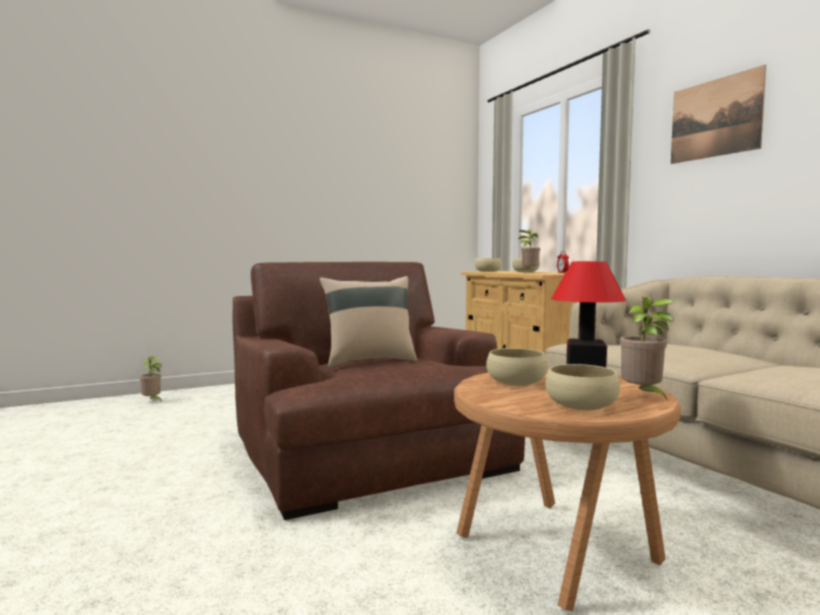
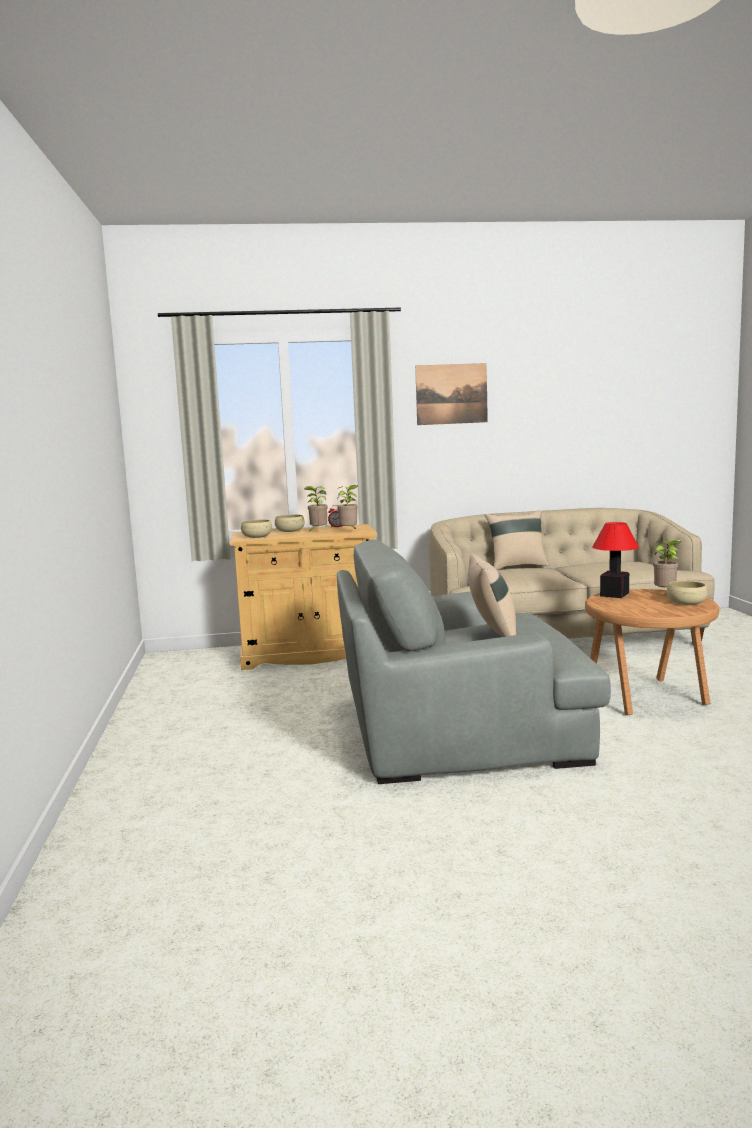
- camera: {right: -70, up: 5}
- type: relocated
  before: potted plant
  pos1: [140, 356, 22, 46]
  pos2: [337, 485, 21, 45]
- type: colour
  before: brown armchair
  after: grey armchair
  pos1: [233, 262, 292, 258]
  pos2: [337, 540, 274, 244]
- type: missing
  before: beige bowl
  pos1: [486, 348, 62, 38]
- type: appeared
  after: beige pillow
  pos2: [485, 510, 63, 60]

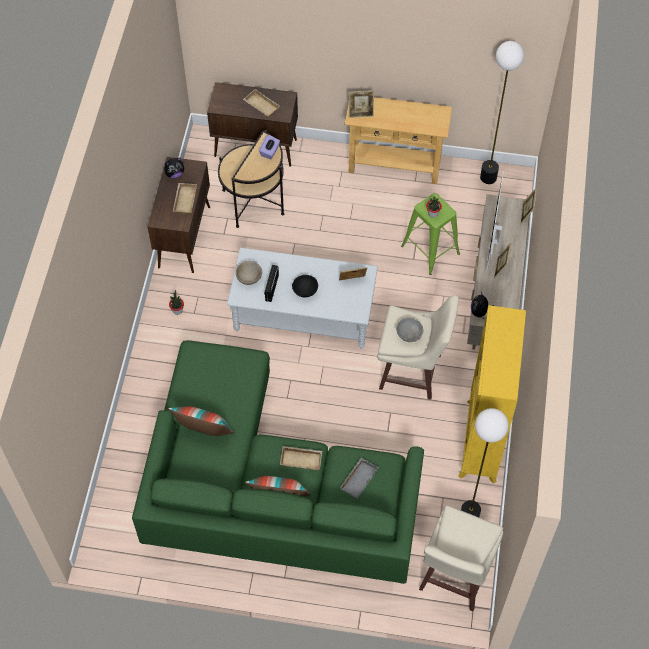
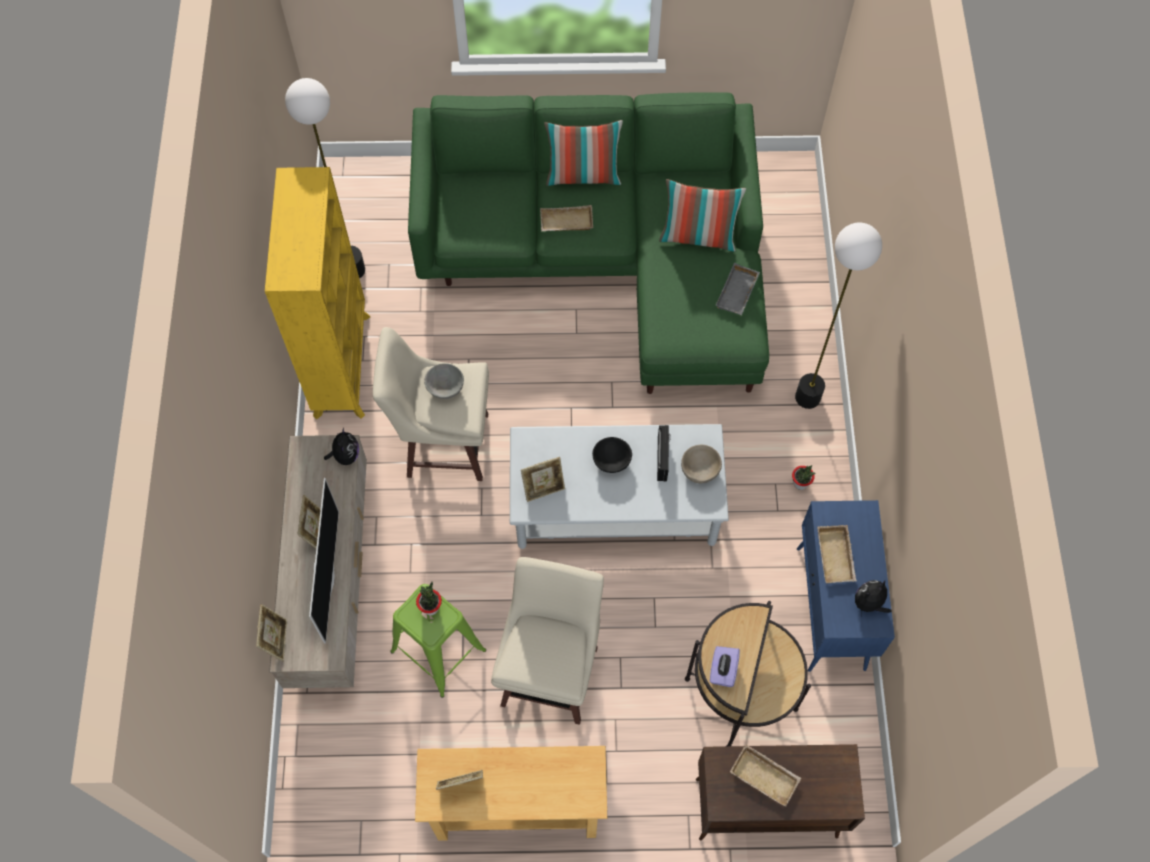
- camera: {right: 170, up: 5}
- type: colour
  before: brown cabinet
  after: blue cabinet
  pos1: [147, 157, 63, 116]
  pos2: [797, 500, 98, 172]
- type: relocated
  before: grey tray
  pos1: [340, 458, 39, 40]
  pos2: [716, 263, 44, 52]
- type: relocated
  before: picture frame
  pos1: [349, 90, 25, 28]
  pos2: [436, 770, 47, 20]
- type: relocated
  before: beige stool
  pos1: [419, 505, 84, 106]
  pos2: [491, 557, 113, 168]
- type: relocated
  before: floor lamp
  pos1: [480, 41, 44, 143]
  pos2: [795, 222, 87, 187]

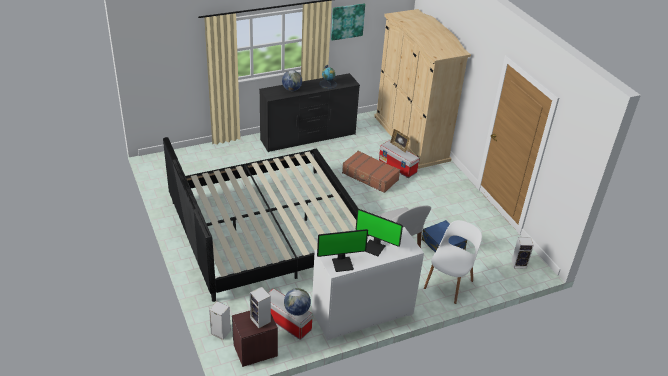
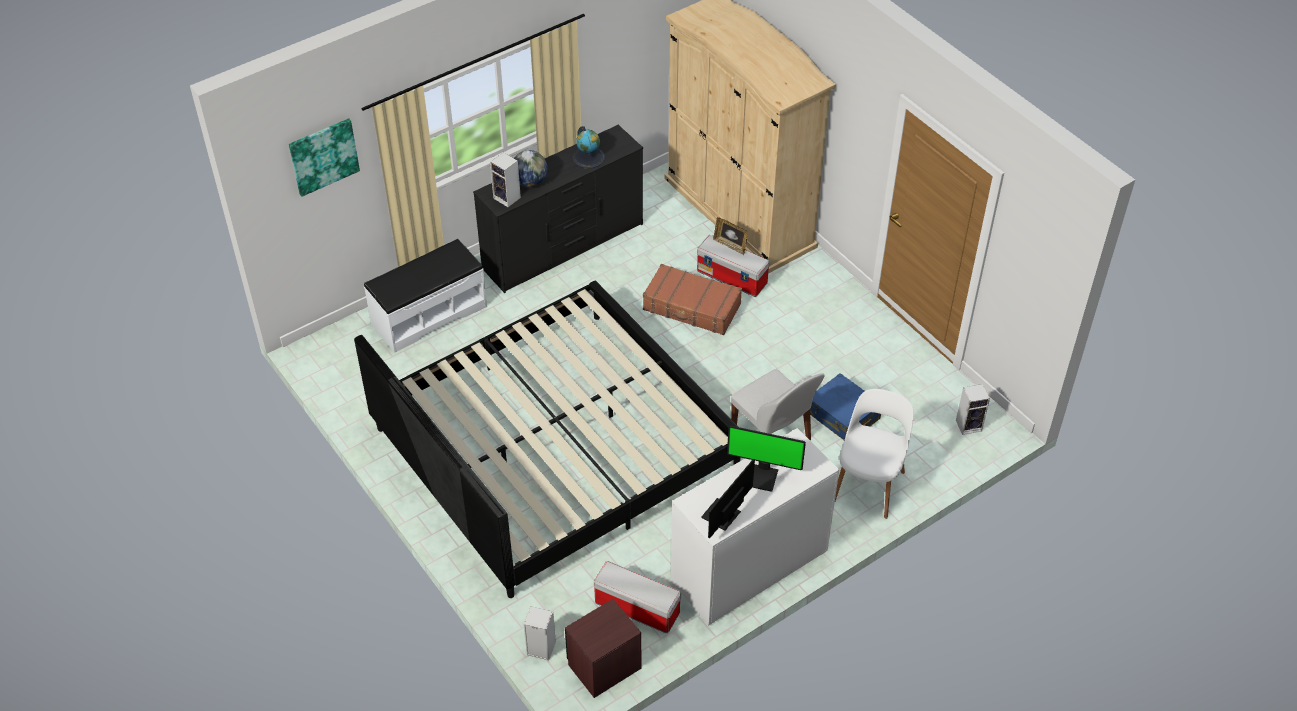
- camera: {right: -10, up: 10}
- type: relocated
  before: speaker
  pos1: [250, 287, 21, 41]
  pos2: [490, 152, 31, 55]
- type: missing
  before: globe
  pos1: [284, 288, 27, 28]
- type: spun
  before: monitor
  pos1: [317, 229, 51, 43]
  pos2: [701, 459, 54, 79]
  turn: 150
- type: relocated
  before: picture
  pos1: [331, 4, 34, 37]
  pos2: [289, 118, 71, 79]
- type: appeared
  after: white bench
  pos2: [364, 239, 123, 114]

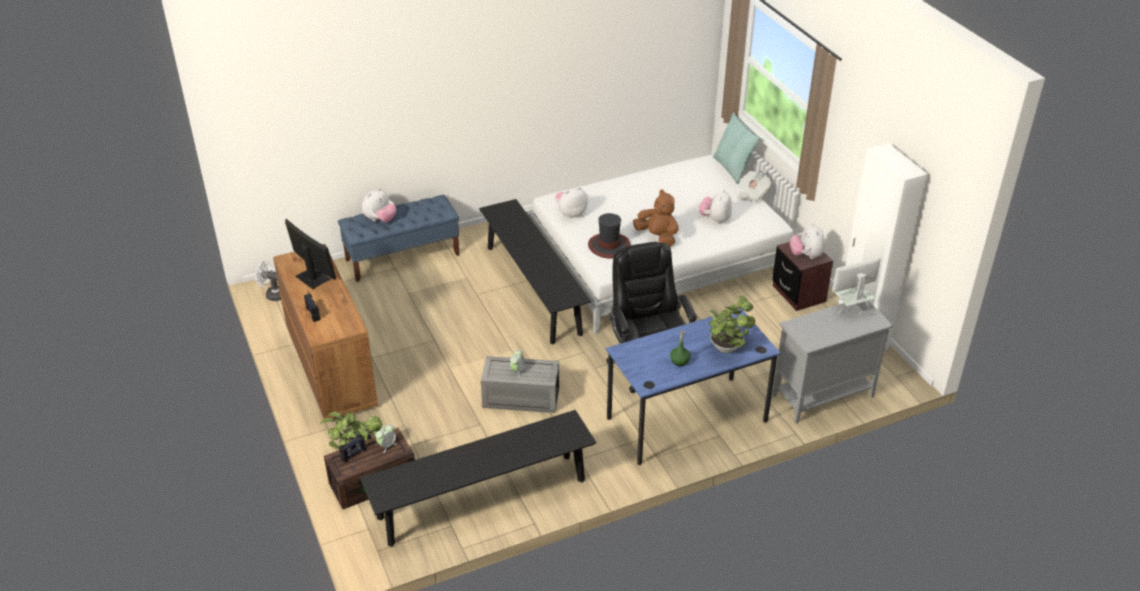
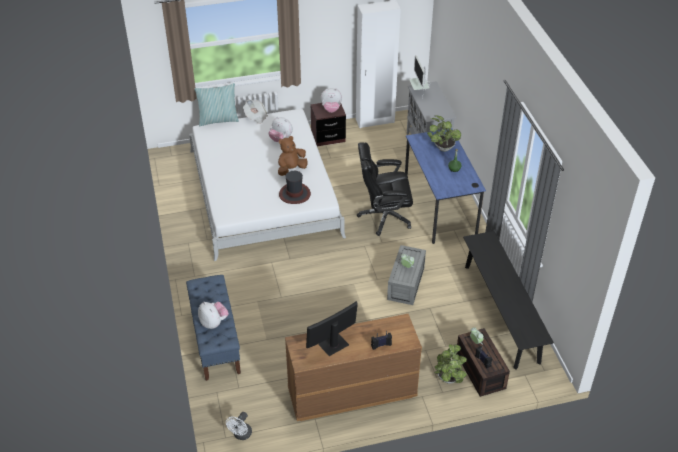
- camera: {right: -80, up: 5}
- type: missing
  before: black bench
  pos1: [479, 199, 112, 146]
- type: missing
  before: plush toy
  pos1: [555, 187, 33, 31]

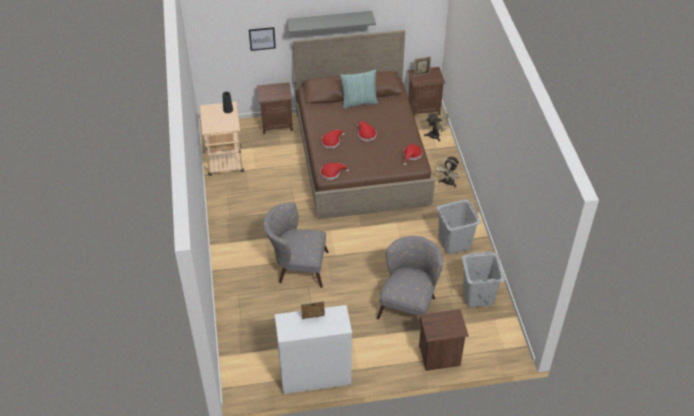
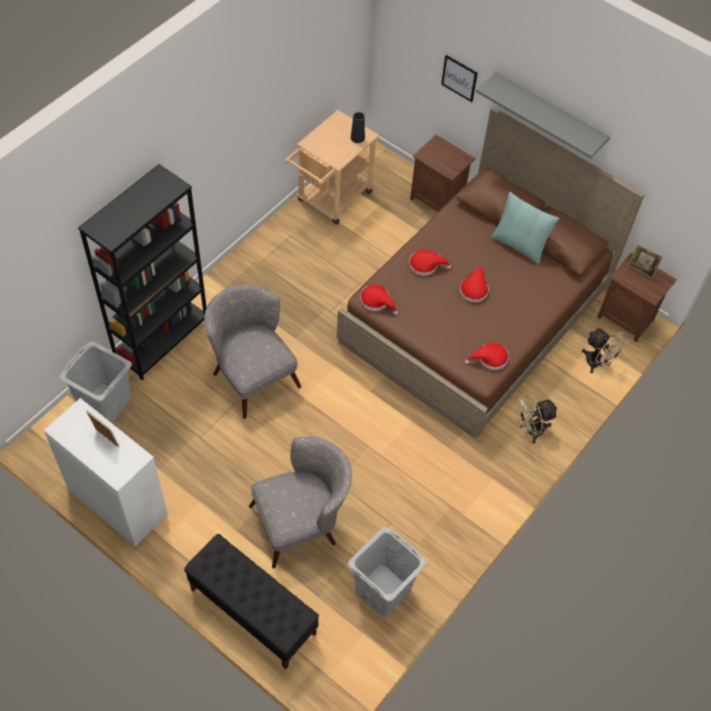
- camera: {right: 45, up: 10}
- type: exchanged
  before: brown nightstand
  after: black bench
  pos1: [419, 309, 50, 62]
  pos2: [184, 534, 135, 136]
- type: relocated
  before: grey laundry basket
  pos1: [436, 199, 45, 56]
  pos2: [59, 342, 73, 81]
- type: appeared
  after: black bookcase
  pos2: [78, 164, 129, 216]

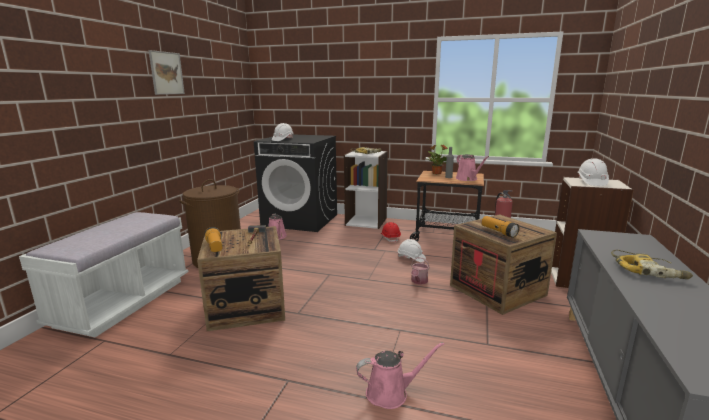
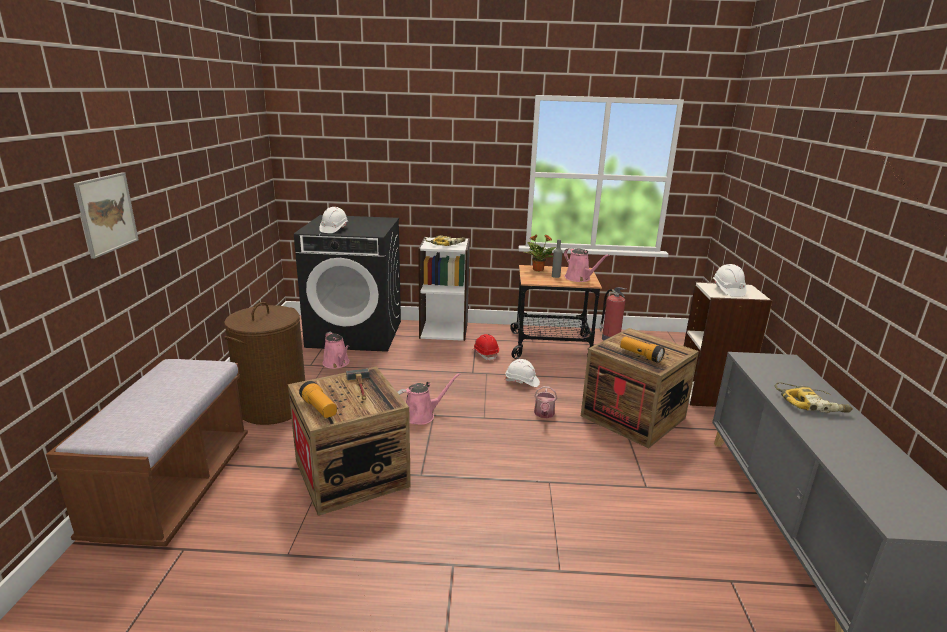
- camera: {right: -15, up: 5}
- type: colour
  before: white bench
  after: brown bench
  pos1: [19, 212, 169, 125]
  pos2: [46, 359, 202, 188]
- type: relocated
  before: picture
  pos1: [149, 50, 36, 45]
  pos2: [74, 172, 65, 87]
- type: relocated
  before: pink watering can
  pos1: [356, 342, 88, 67]
  pos2: [397, 373, 63, 52]

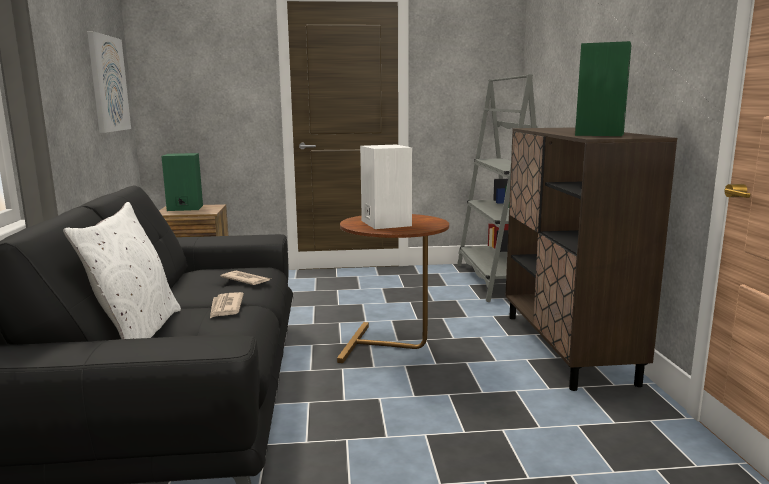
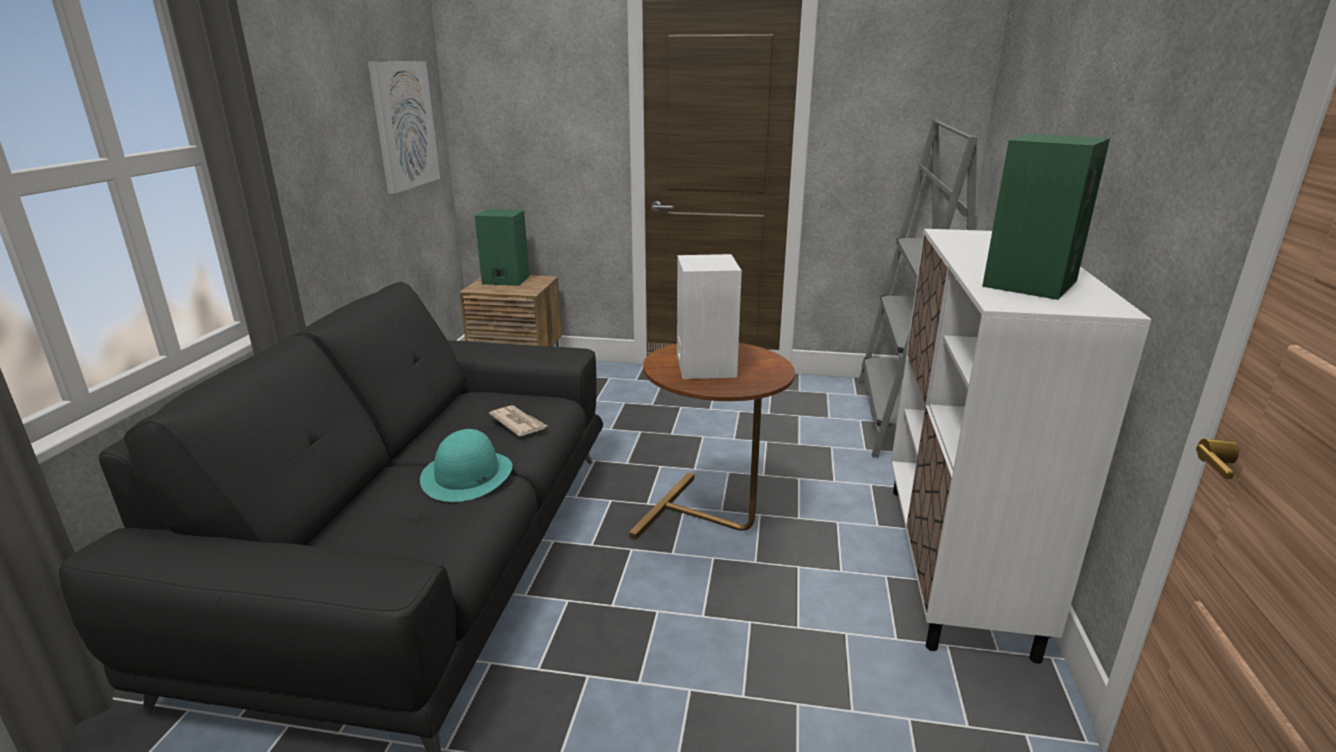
- camera: {right: 15, up: 10}
- type: missing
  before: white pillow
  pos1: [63, 202, 118, 137]
- type: exchanged
  before: newspaper
  after: turquoise hat
  pos1: [210, 292, 34, 26]
  pos2: [420, 429, 93, 73]
- type: colour
  before: brown cabinet
  after: white cabinet
  pos1: [505, 127, 172, 264]
  pos2: [891, 229, 261, 435]

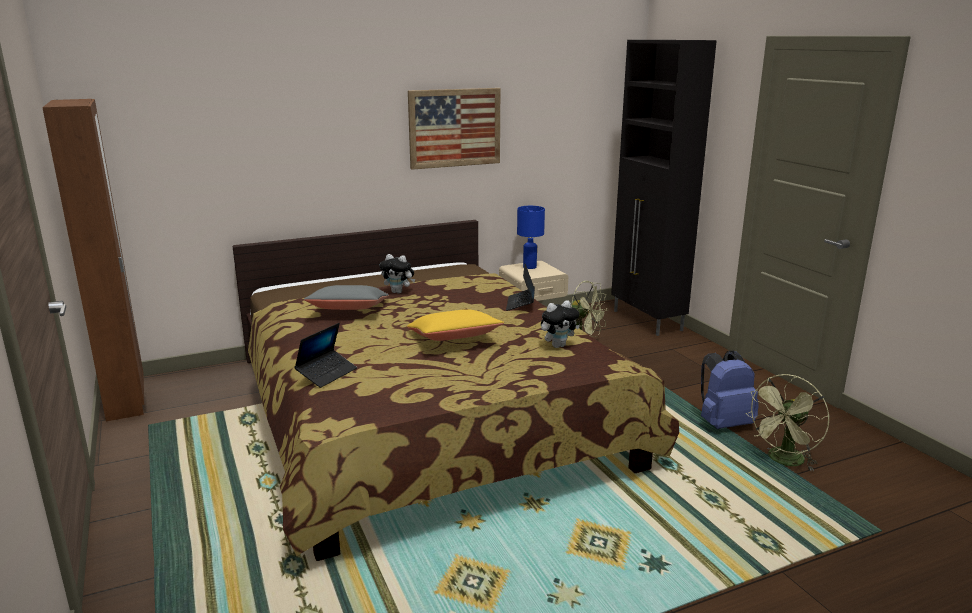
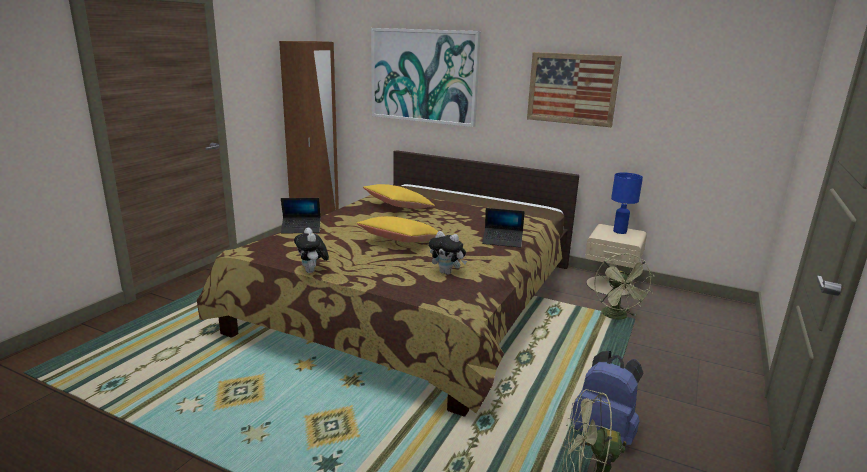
- camera: {right: 50, up: 0}
- type: colour
  before: grey pillow
  after: yellow pillow
  pos1: [304, 285, 85, 25]
  pos2: [363, 184, 72, 25]
- type: relocated
  before: plush toy
  pos1: [379, 254, 36, 39]
  pos2: [294, 228, 35, 45]
- type: spun
  before: laptop
  pos1: [506, 264, 29, 47]
  pos2: [482, 208, 43, 40]
  turn: -135
- type: missing
  before: black cabinet
  pos1: [611, 40, 106, 296]
- type: appeared
  after: picture
  pos2: [371, 28, 110, 99]

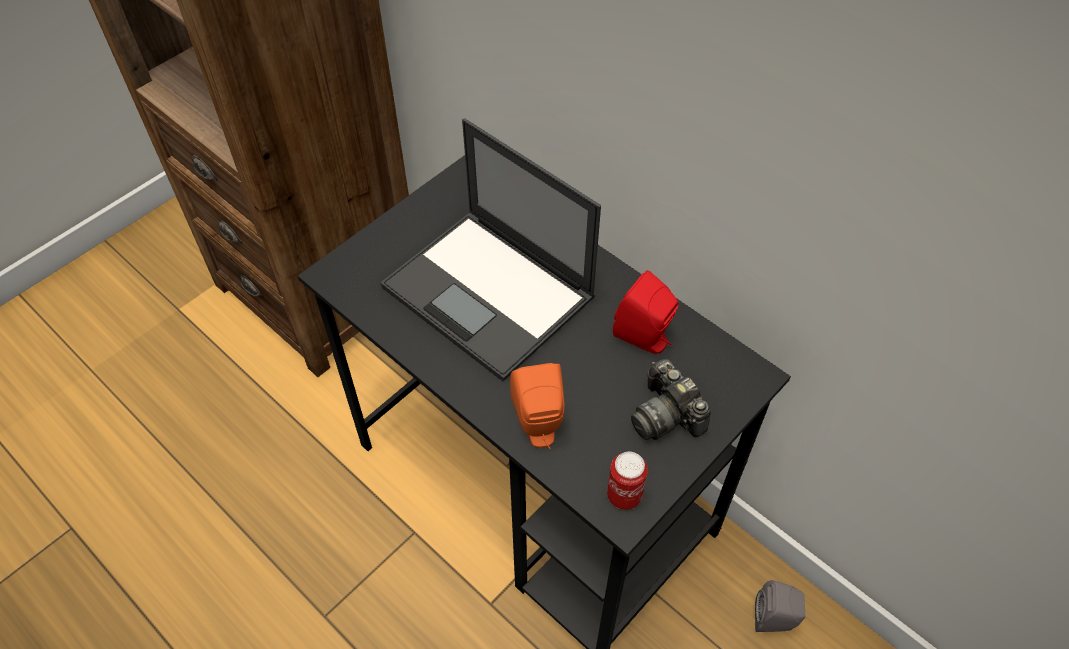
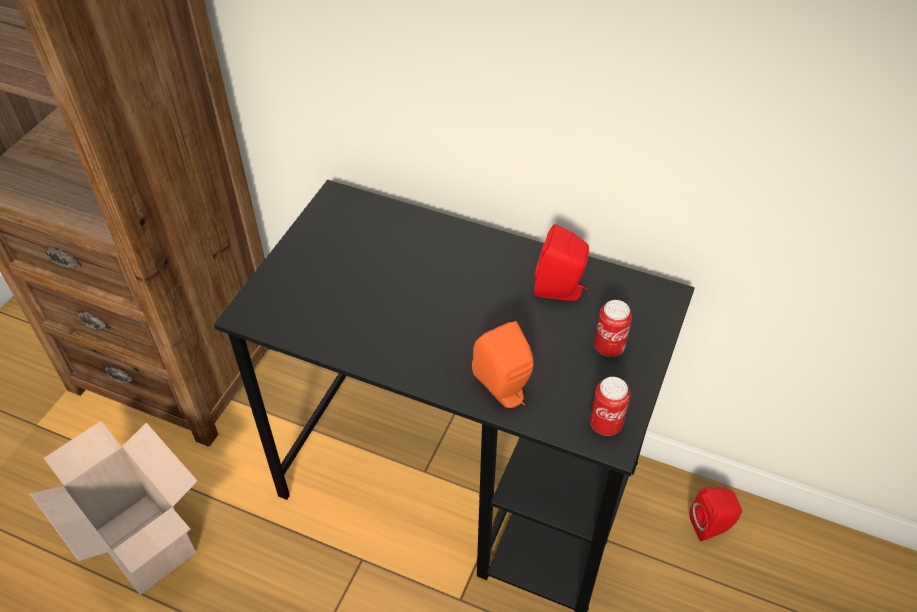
- camera: {right: -20, up: -5}
- type: missing
  before: laptop
  pos1: [381, 119, 220, 262]
- type: exchanged
  before: photo camera
  after: can
  pos1: [631, 359, 80, 81]
  pos2: [594, 300, 38, 57]
- type: colour
  before: grey speaker
  after: red speaker
  pos1: [755, 580, 50, 52]
  pos2: [690, 488, 52, 53]
- type: appeared
  after: cardboard box
  pos2: [30, 421, 168, 174]

